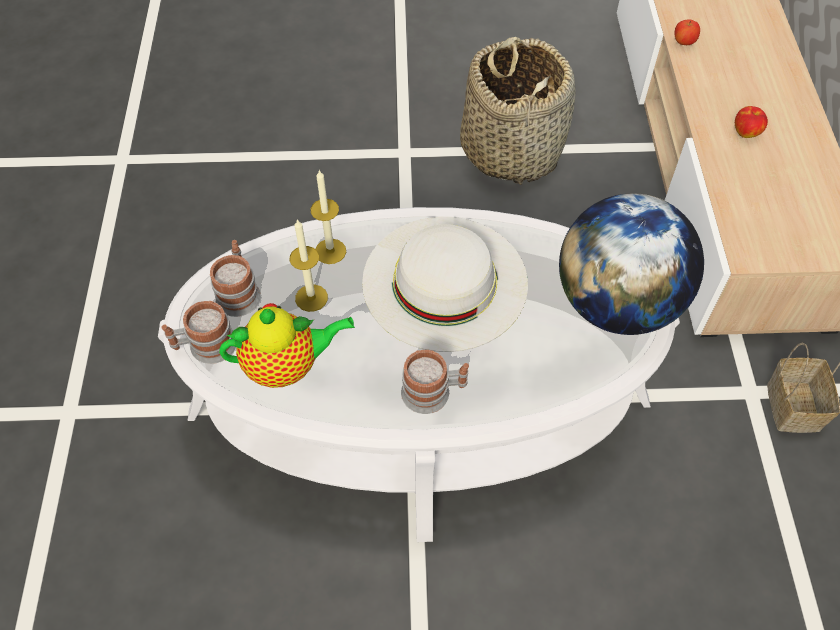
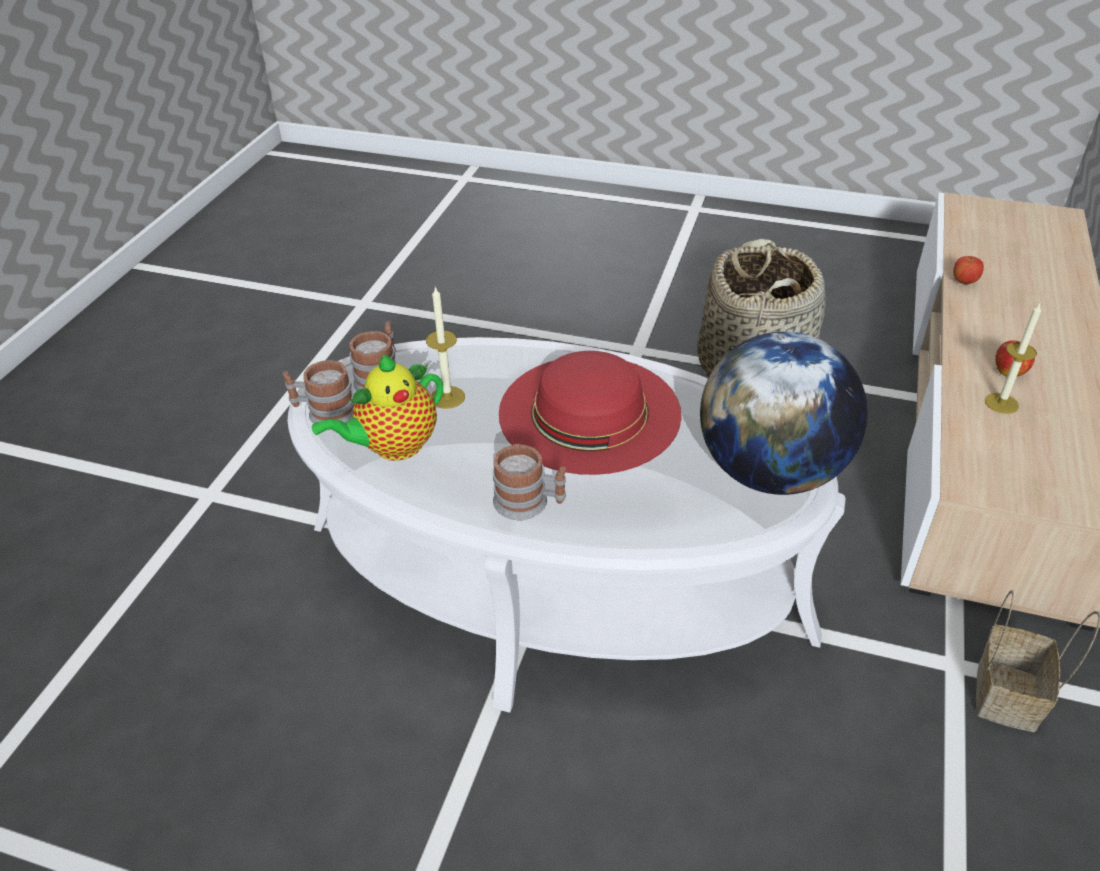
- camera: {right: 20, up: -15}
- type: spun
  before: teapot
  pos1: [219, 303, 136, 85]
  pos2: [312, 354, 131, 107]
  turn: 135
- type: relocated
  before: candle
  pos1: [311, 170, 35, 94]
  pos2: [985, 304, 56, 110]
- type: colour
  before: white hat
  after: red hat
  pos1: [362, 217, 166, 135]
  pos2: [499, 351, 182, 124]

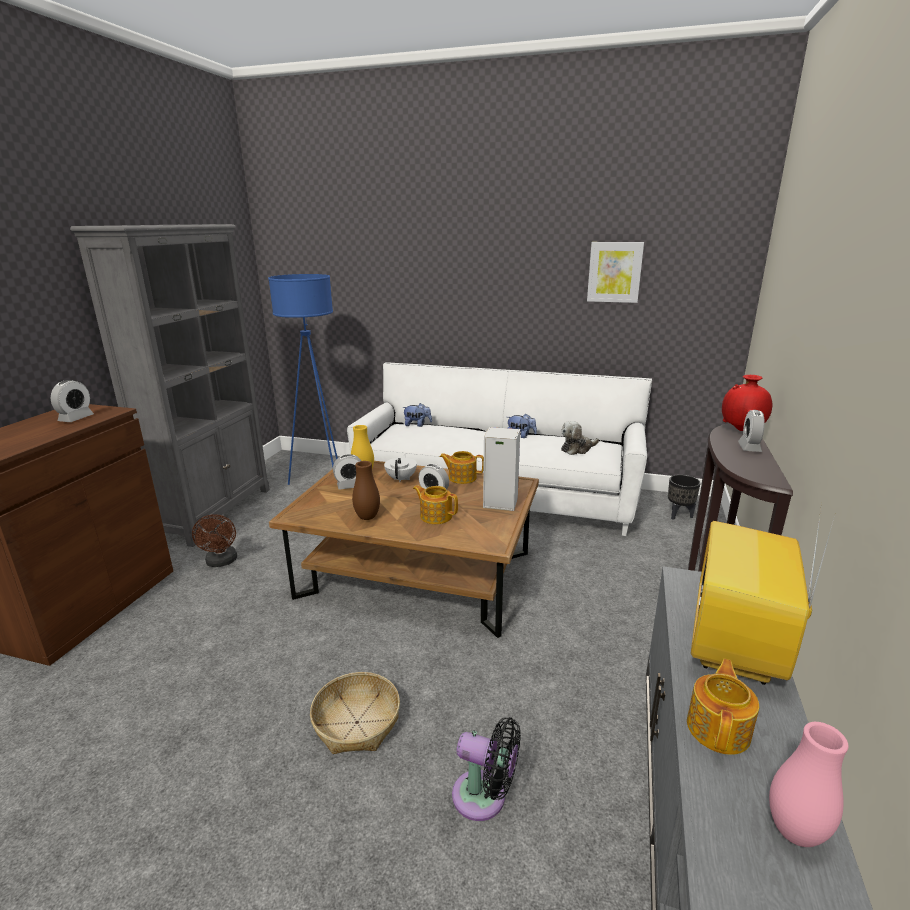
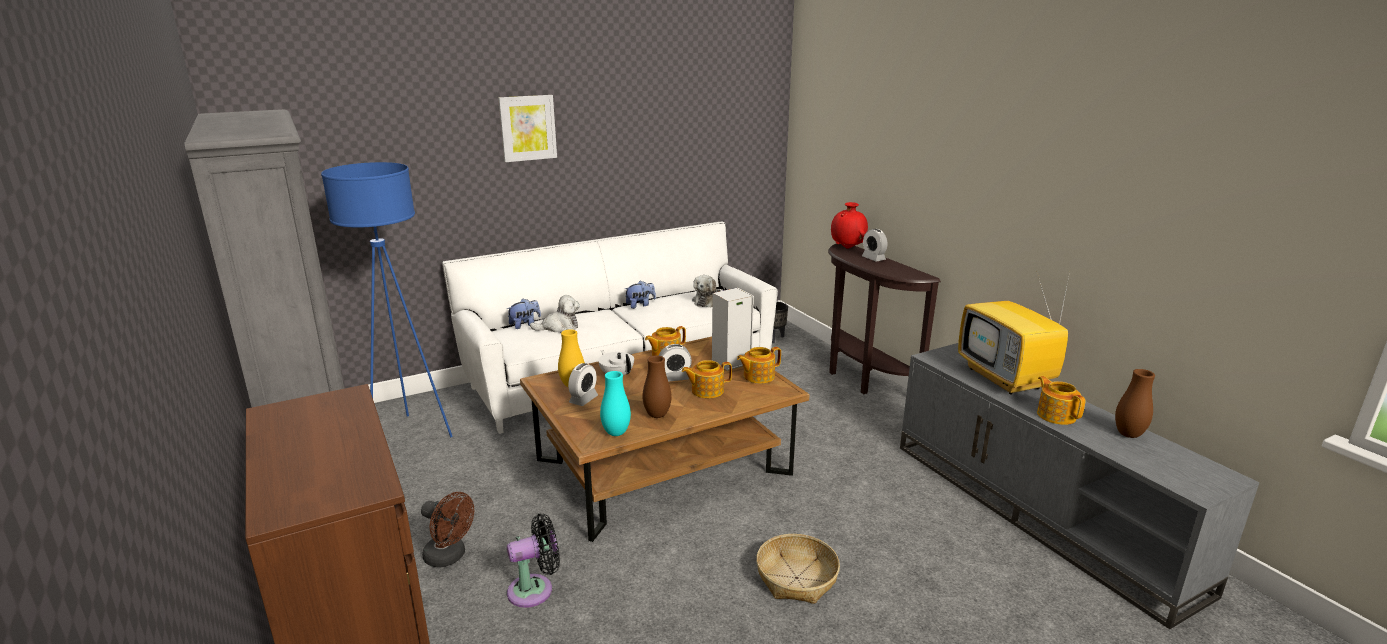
- camera: {right: -45, up: 0}
- type: missing
  before: alarm clock
  pos1: [51, 380, 43, 42]
- type: relocated
  before: black fan
  pos1: [452, 717, 69, 104]
  pos2: [507, 514, 53, 94]
- type: relocated
  before: picture
  pos1: [587, 242, 57, 61]
  pos2: [498, 95, 59, 67]
- type: colour
  before: pink vase
  after: brown vase
  pos1: [769, 722, 80, 125]
  pos2: [1115, 369, 40, 69]
- type: appeared
  after: plush toy
  pos2: [530, 295, 50, 38]
- type: appeared
  after: turquoise vase
  pos2: [600, 371, 31, 65]
- type: appeared
  after: teapot
  pos2: [737, 347, 44, 37]

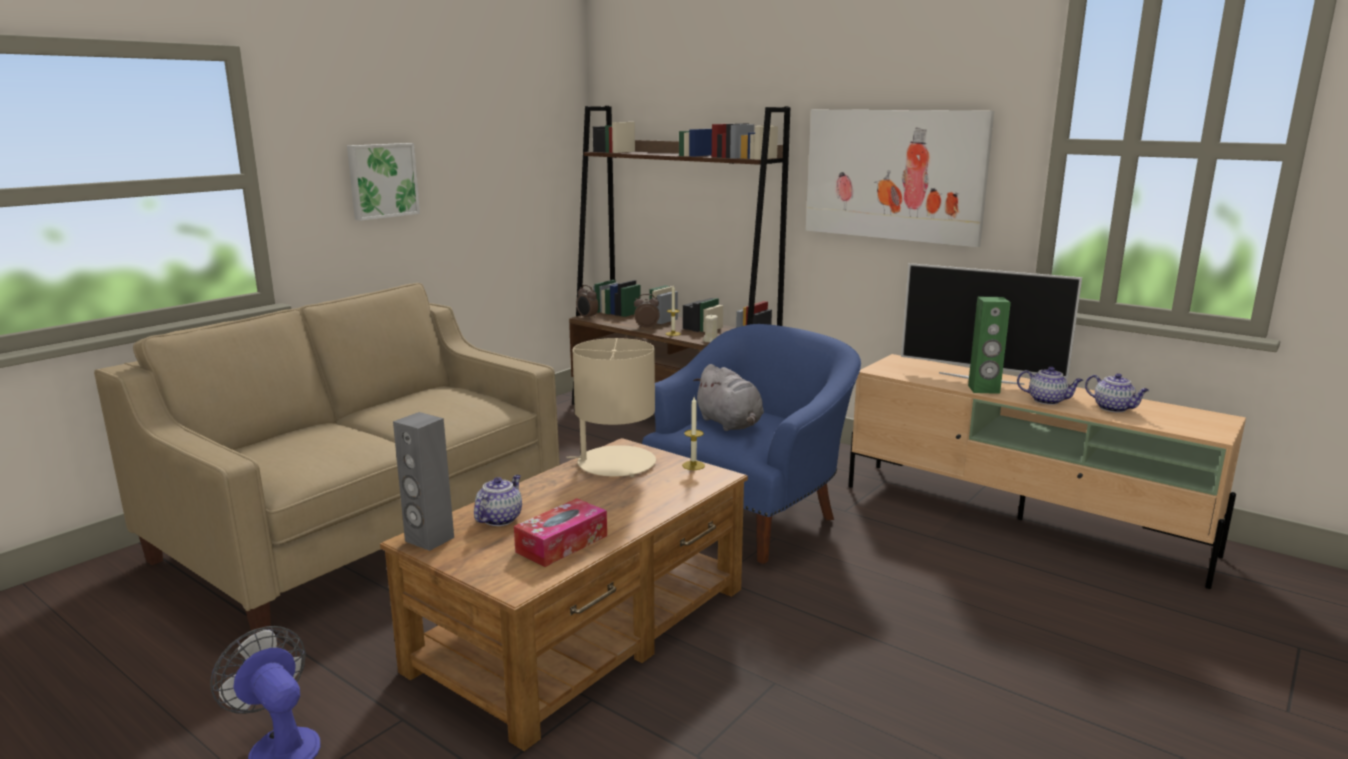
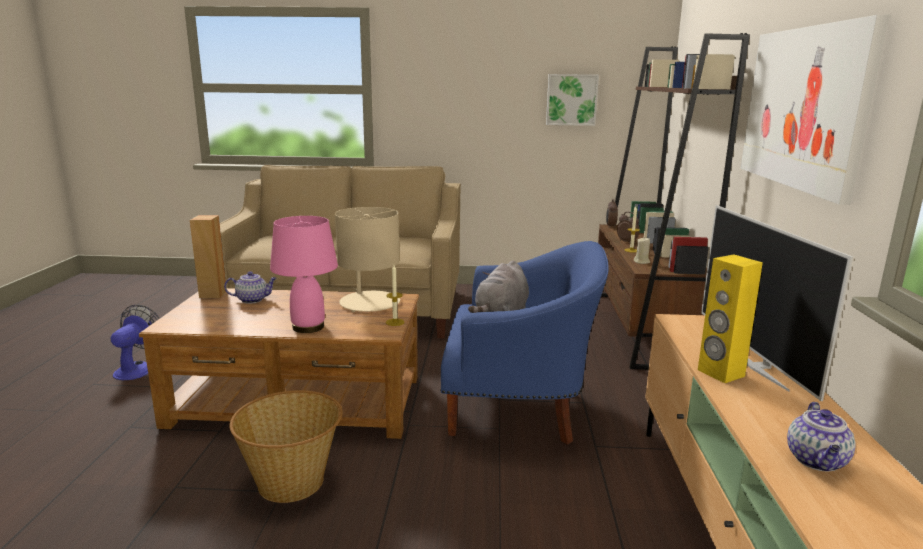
- camera: {right: 55, up: 0}
- type: relocated
  before: picture
  pos1: [347, 143, 73, 78]
  pos2: [546, 74, 53, 52]
- type: colour
  before: grey speaker
  after: brown speaker
  pos1: [393, 412, 61, 139]
  pos2: [190, 215, 36, 83]
- type: missing
  before: tissue box
  pos1: [514, 498, 93, 69]
- type: colour
  before: green speaker
  after: yellow speaker
  pos1: [968, 297, 43, 97]
  pos2: [698, 254, 65, 129]
- type: missing
  before: teapot
  pos1: [1017, 367, 66, 38]
- type: appeared
  after: basket
  pos2: [229, 390, 114, 113]
- type: appeared
  after: pink table lamp
  pos2: [270, 216, 68, 117]

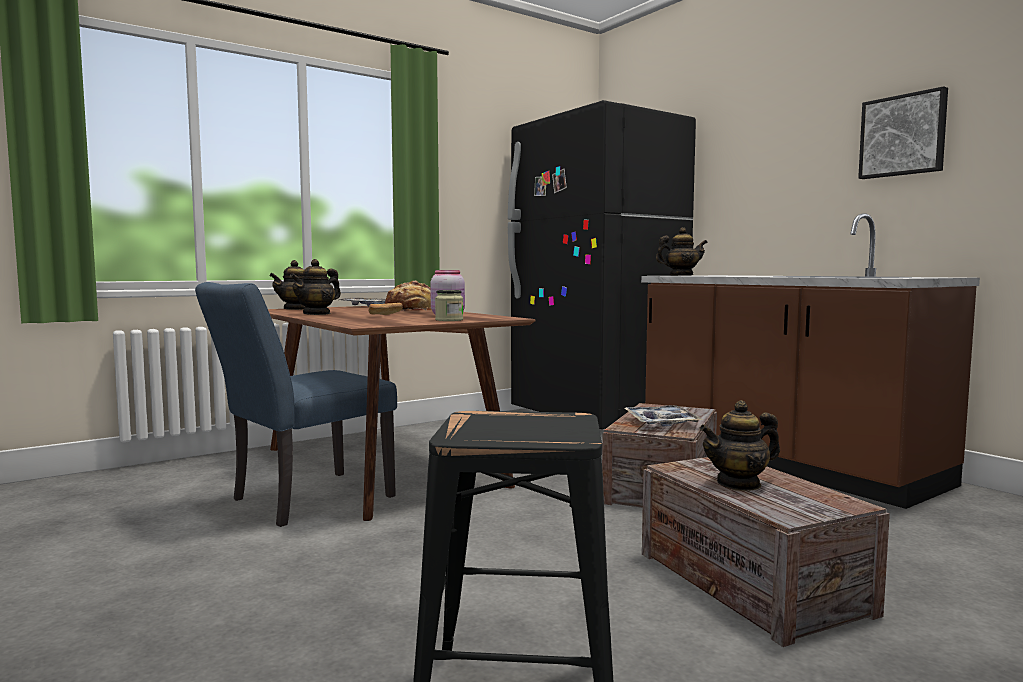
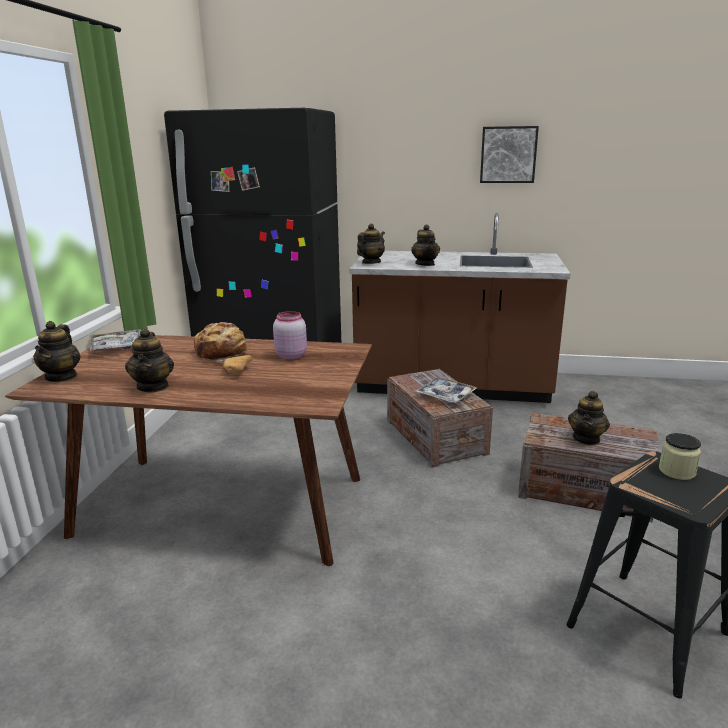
- camera: {right: -45, up: 15}
- type: missing
  before: blue chair
  pos1: [195, 282, 202, 245]
- type: relocated
  before: jar
  pos1: [435, 290, 28, 31]
  pos2: [659, 433, 42, 47]
- type: appeared
  after: teapot
  pos2: [411, 225, 29, 41]

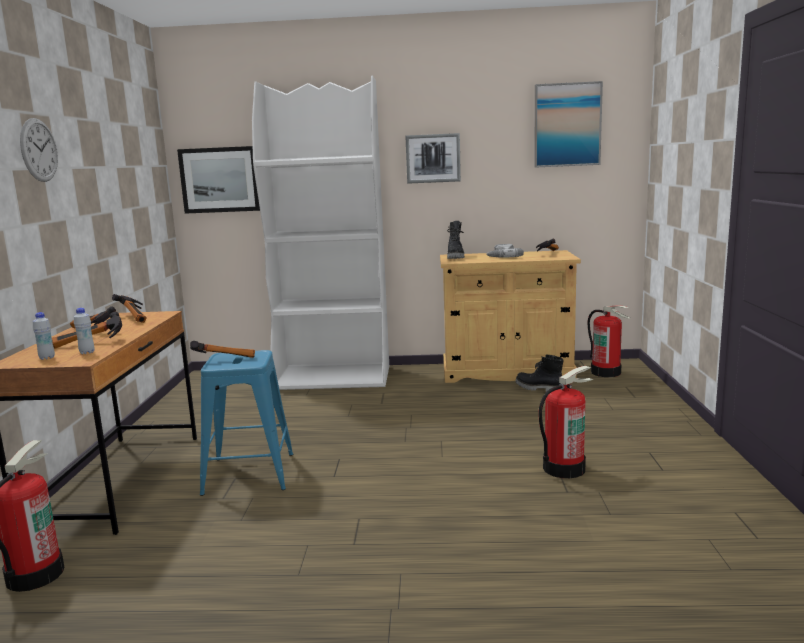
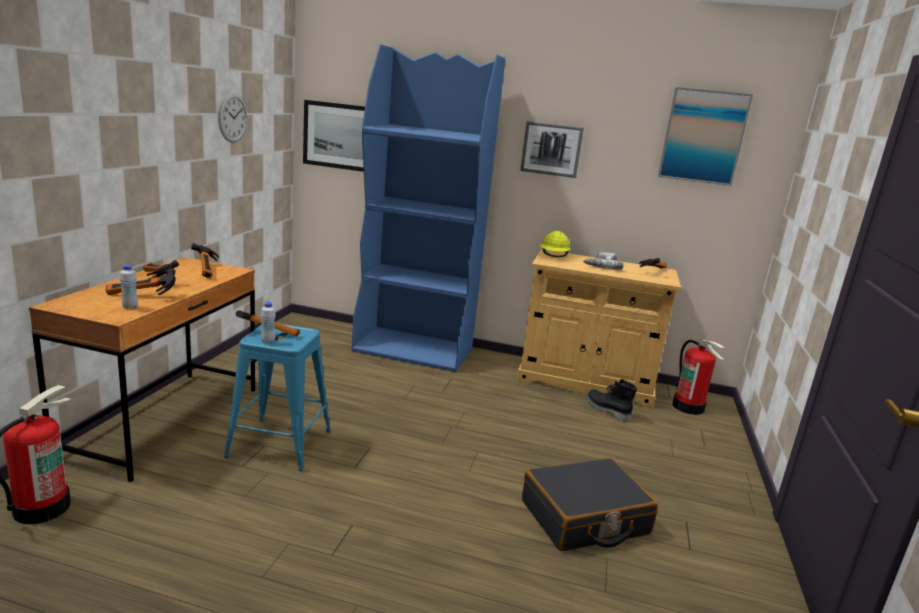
- camera: {right: 10, up: 5}
- type: relocated
  before: wall clock
  pos1: [20, 118, 38, 64]
  pos2: [218, 93, 29, 50]
- type: relocated
  before: white bottle
  pos1: [33, 312, 22, 48]
  pos2: [261, 302, 15, 41]
- type: colour
  before: white bookcase
  after: blue bookcase
  pos1: [252, 76, 137, 314]
  pos2: [351, 44, 154, 328]
- type: exchanged
  before: black boot
  after: yellow hard hat
  pos1: [447, 221, 17, 38]
  pos2: [539, 231, 32, 26]
- type: exchanged
  before: fire extinguisher
  after: black suitcase
  pos1: [538, 366, 56, 112]
  pos2: [522, 458, 136, 93]

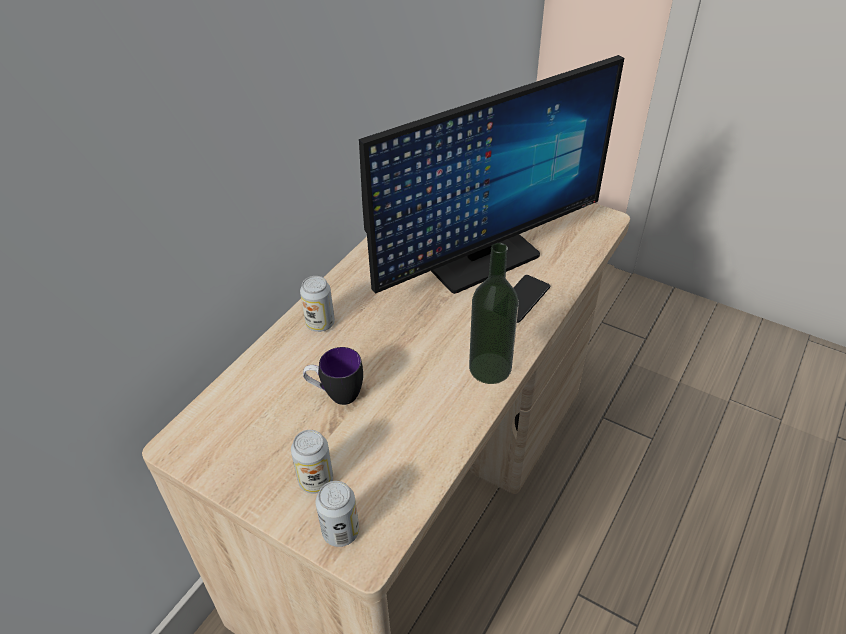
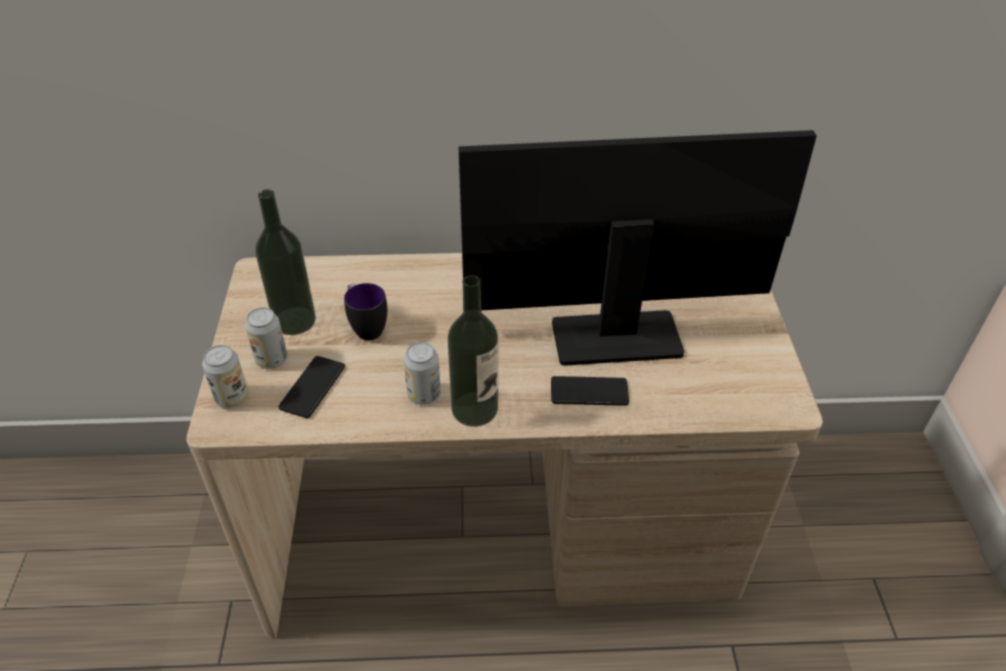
- camera: {right: 55, up: 0}
- type: relocated
  before: can
  pos1: [300, 276, 35, 56]
  pos2: [404, 342, 37, 63]
- type: spun
  before: monitor
  pos1: [359, 55, 265, 239]
  pos2: [458, 130, 359, 236]
  turn: 150
- type: appeared
  after: bottle
  pos2: [256, 189, 60, 146]
- type: appeared
  after: phone
  pos2: [278, 356, 67, 62]

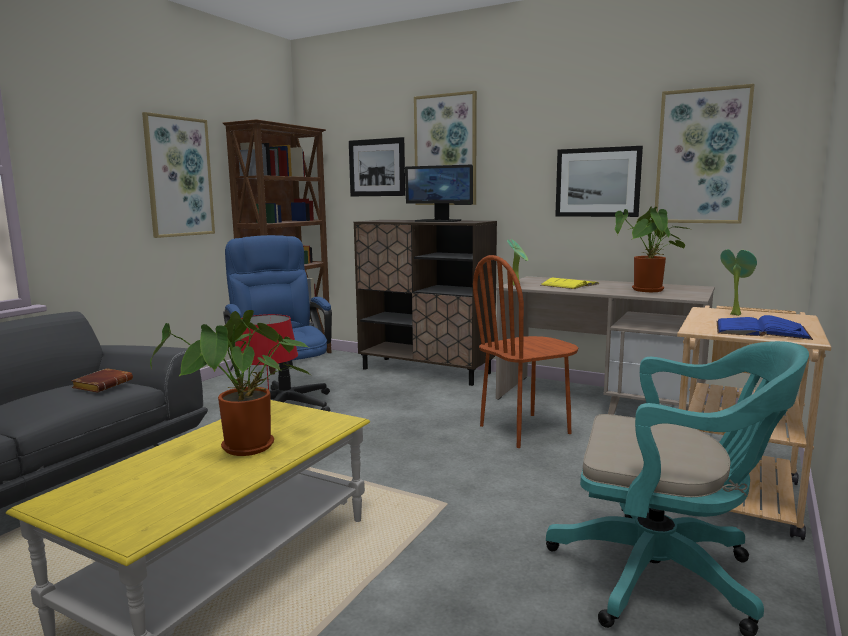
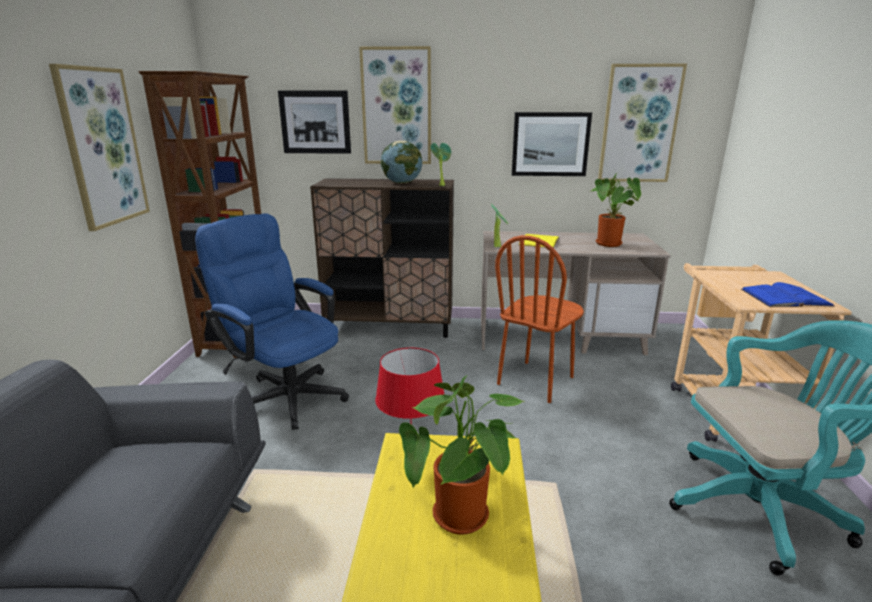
- camera: {right: -25, up: 10}
- type: missing
  before: brown book
  pos1: [71, 368, 62, 24]
- type: exchanged
  before: monitor
  after: globe
  pos1: [405, 165, 68, 57]
  pos2: [381, 141, 41, 43]
- type: relocated
  before: potted plant
  pos1: [720, 249, 37, 67]
  pos2: [430, 143, 21, 43]

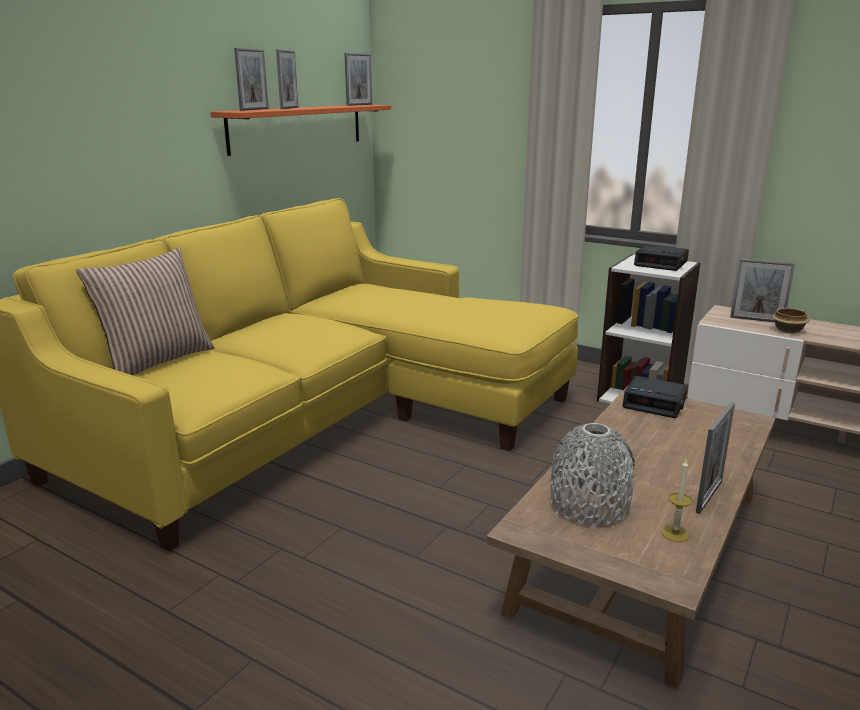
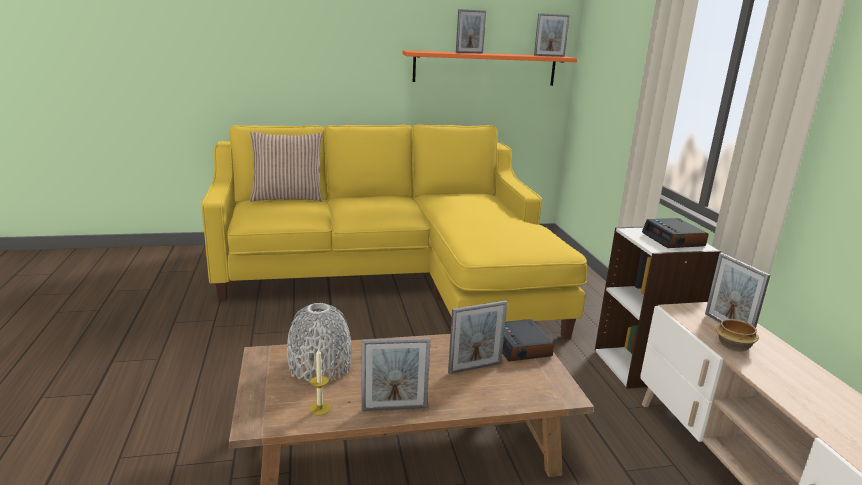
- camera: {right: 45, up: 0}
- type: relocated
  before: picture frame
  pos1: [234, 48, 35, 63]
  pos2: [448, 300, 59, 74]

